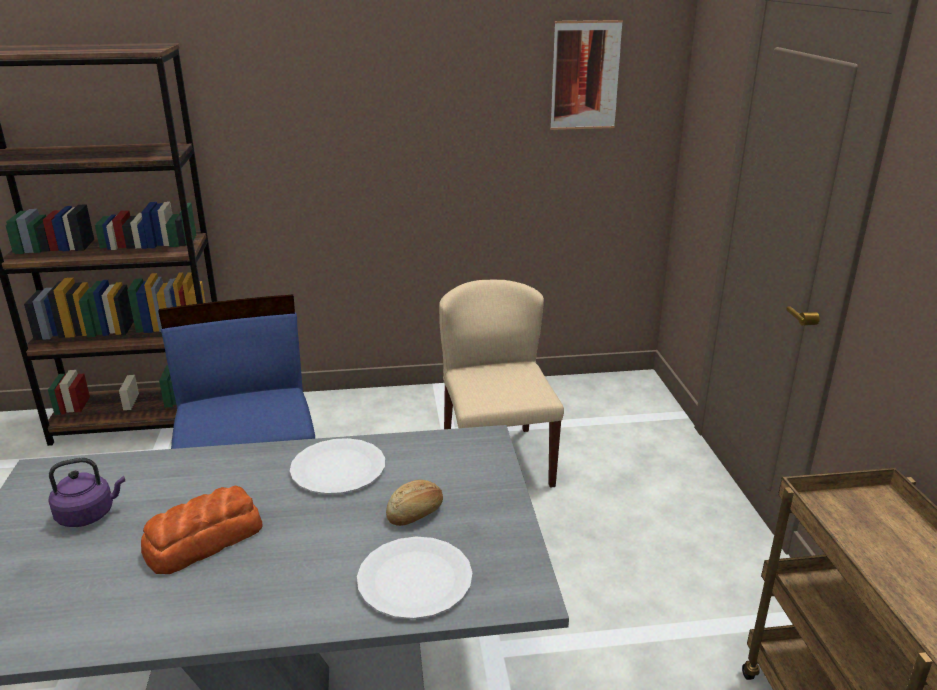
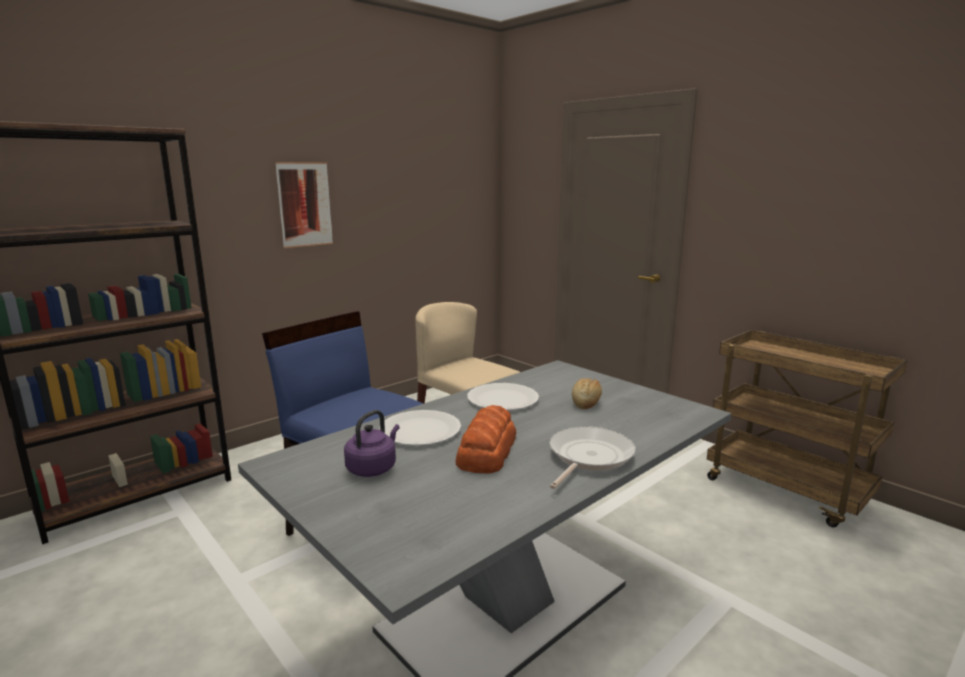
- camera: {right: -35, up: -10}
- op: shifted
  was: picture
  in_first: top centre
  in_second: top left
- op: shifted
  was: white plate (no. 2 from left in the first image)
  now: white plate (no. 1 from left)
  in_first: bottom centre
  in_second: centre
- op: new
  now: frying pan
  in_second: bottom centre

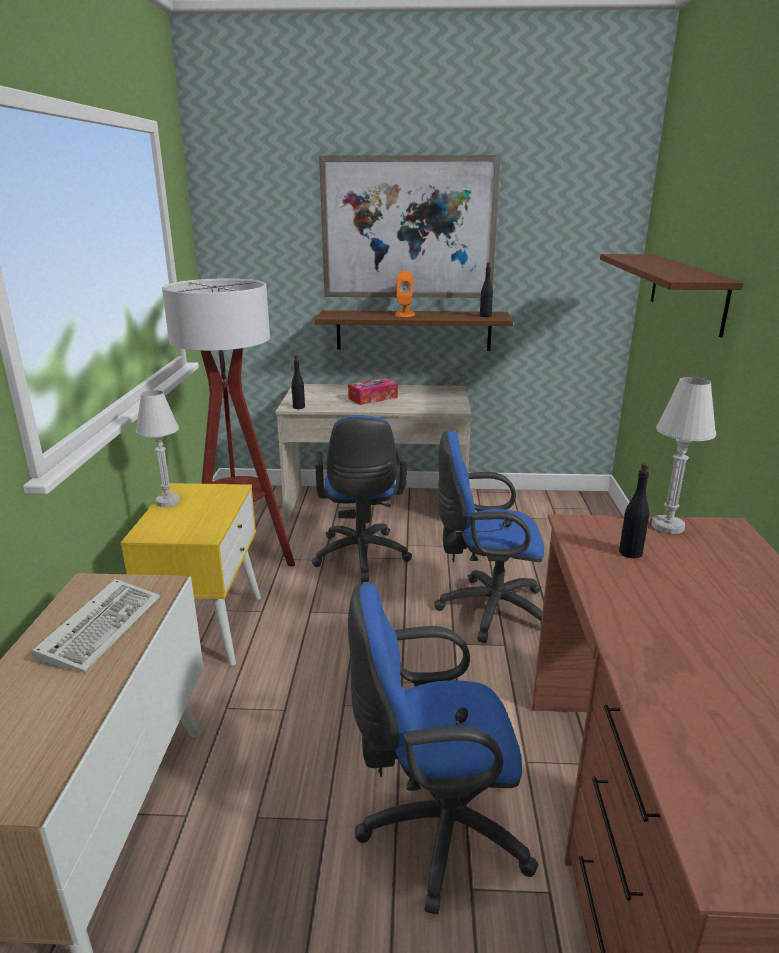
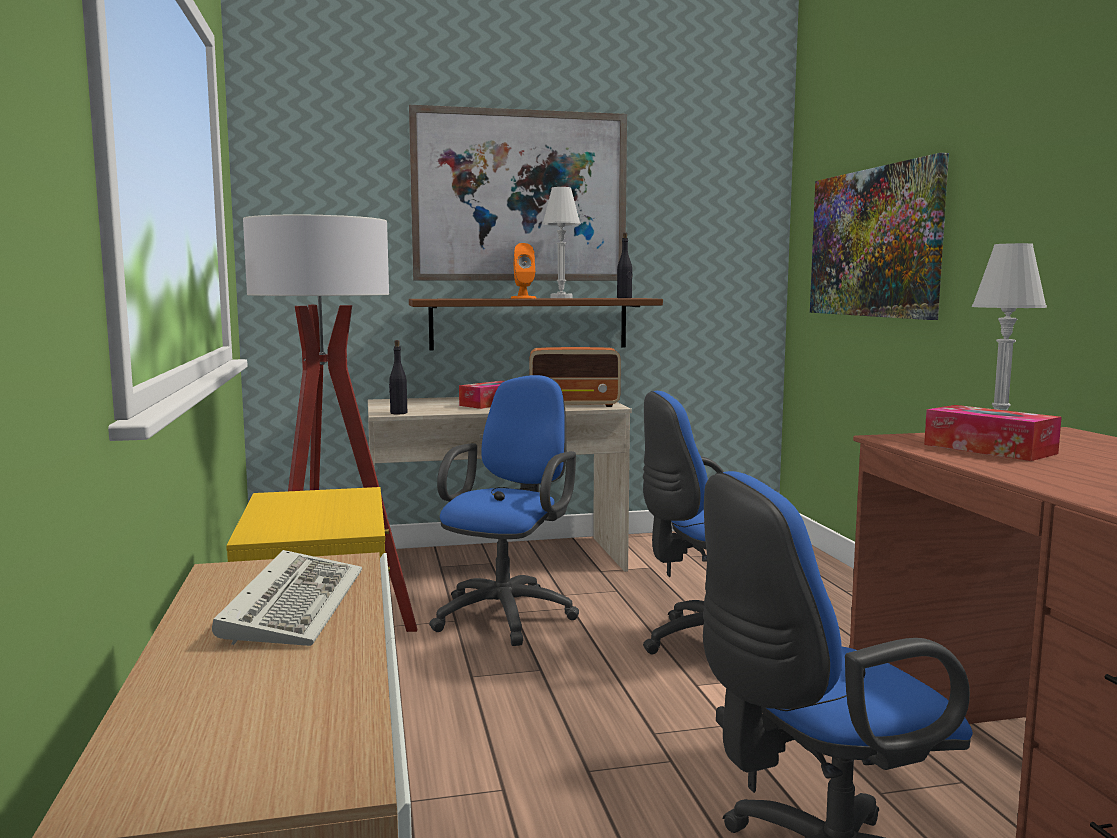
- camera: {right: -15, up: -15}
- op: rotated
  was: blue office chair (no. 1 from left)
  in_first: centre
  in_second: centre
  clockwise: -135
- op: new
  now: radio
  in_second: centre
- op: shifted
  was: white table lamp (no. 1 from left)
  in_first: middle left
  in_second: top centre
- op: swapped
  was: brown shelf (no. 2 from left)
  now: picture (no. 2 from left)
  in_first: top right
  in_second: top right
- op: swapped
  was: black bottle (no. 3 from left)
  now: tissue box (no. 2 from left)
  in_first: middle right
  in_second: middle right

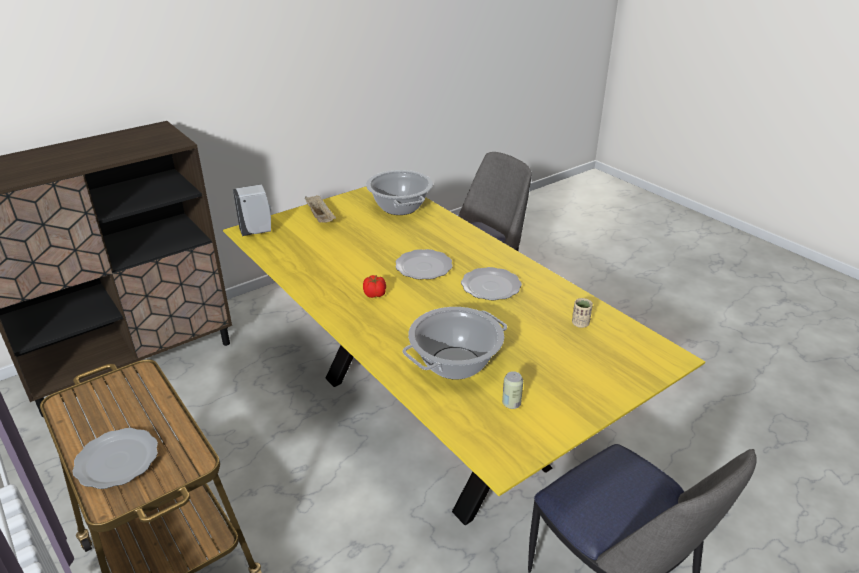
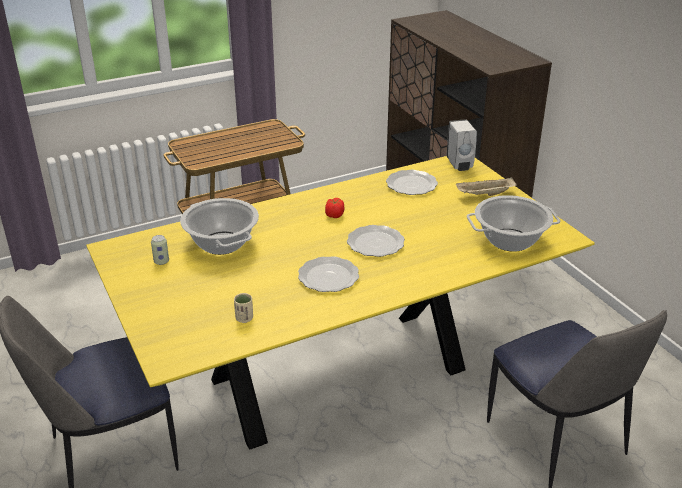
- camera: {right: 100, up: 0}
- op: shifted
  was: plate (no. 1 from left in the first image)
  now: plate (no. 3 from left)
  in_first: bottom left
  in_second: centre

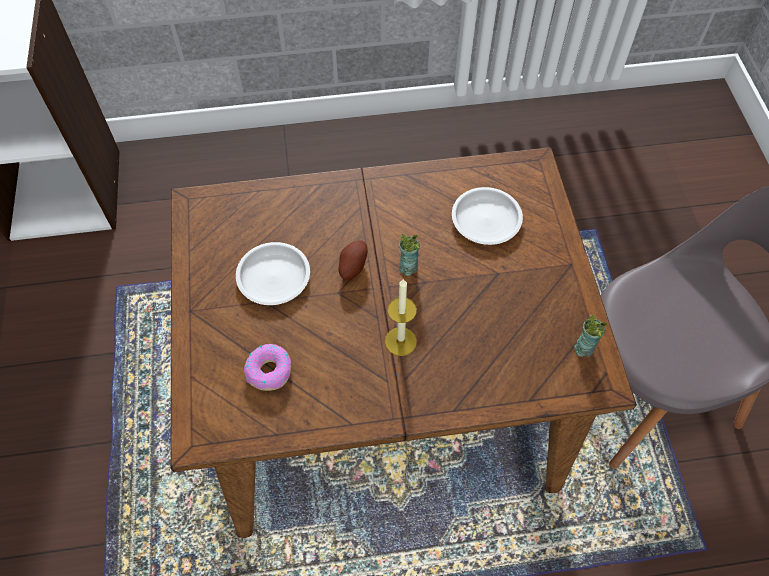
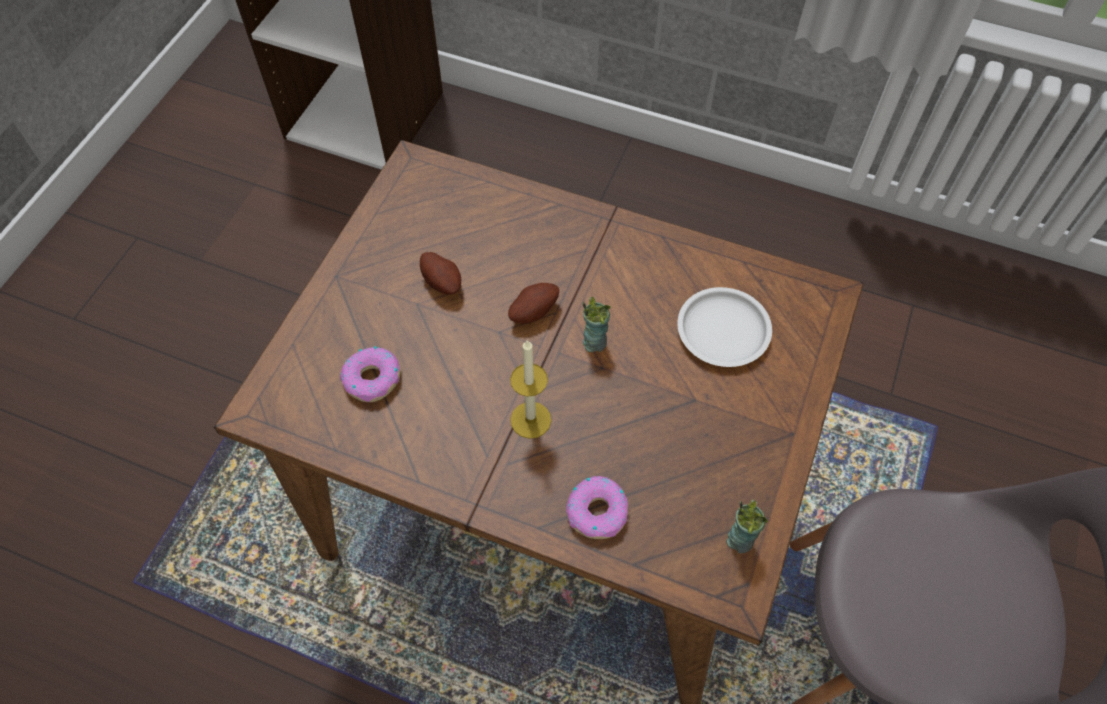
- camera: {right: 30, up: 0}
- op: swapped
  was: white plate (no. 1 from left)
  now: potato (no. 1 from left)
  in_first: centre
  in_second: centre
- op: new
  now: donut (no. 2 from left)
  in_second: bottom centre

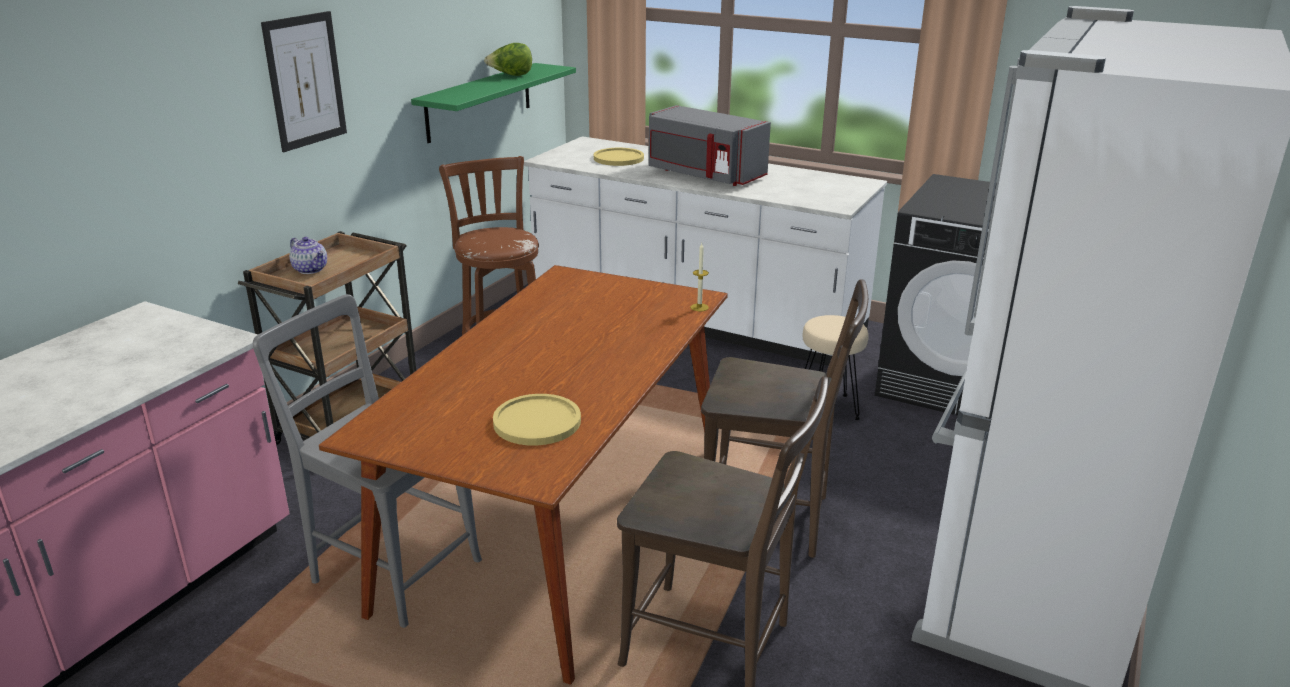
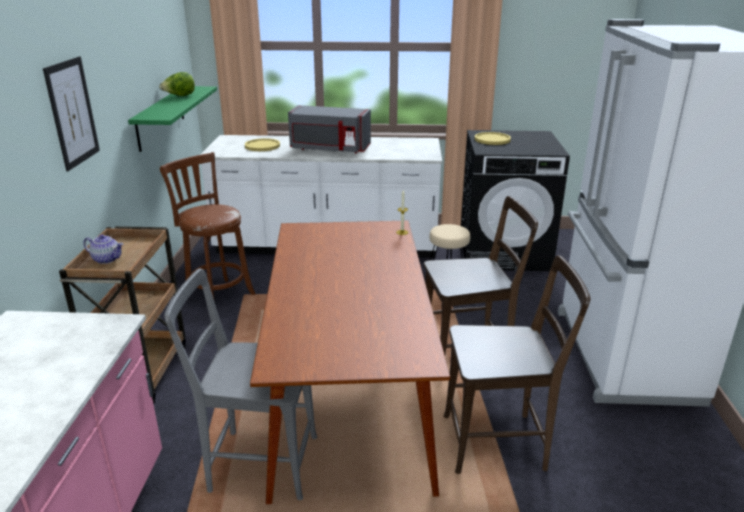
- camera: {right: -25, up: 0}
- op: shifted
  was: yellow plate (no. 1 from left in the first image)
  now: yellow plate (no. 2 from left)
  in_first: centre
  in_second: top centre

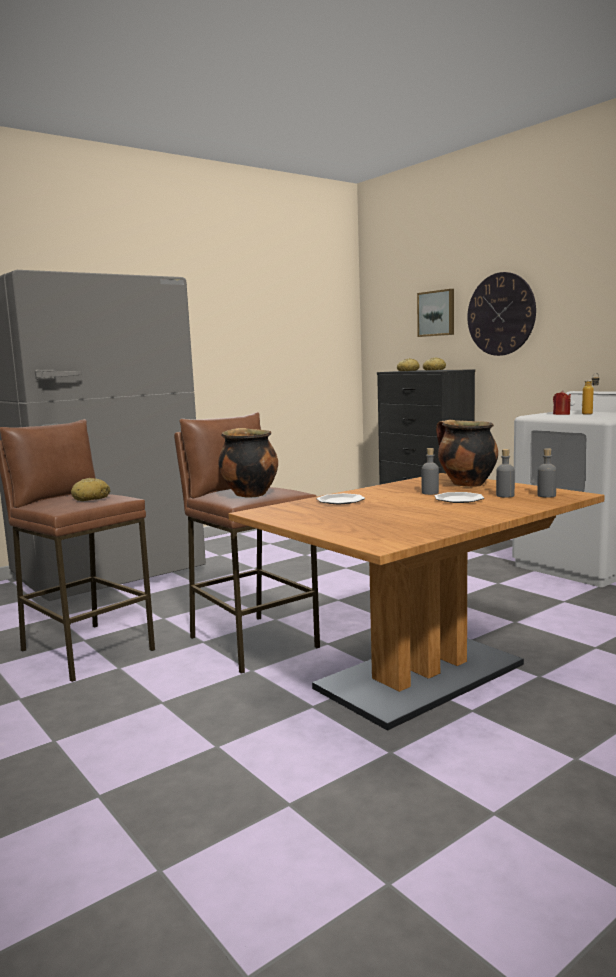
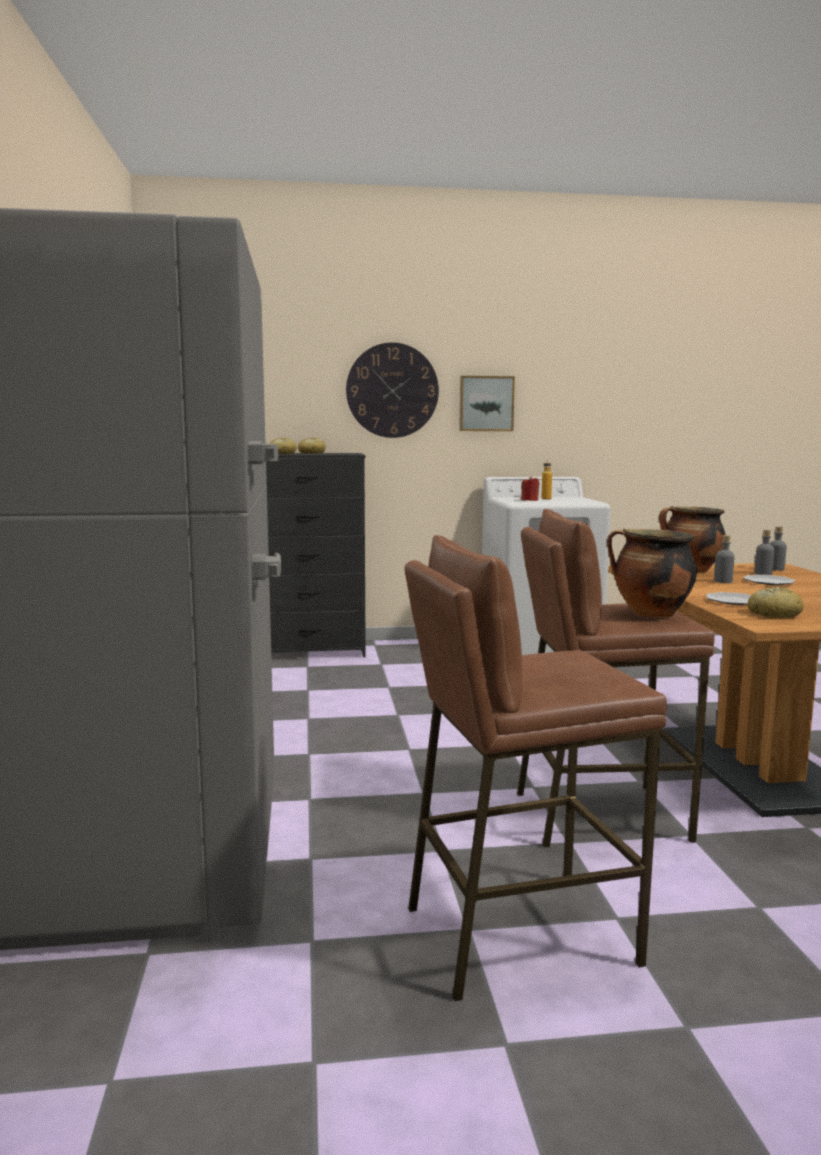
- camera: {right: -60, up: 0}
- op: shifted
  was: picture
  in_first: top right
  in_second: centre
- op: shifted
  was: bread (no. 1 from left in the first image)
  now: bread (no. 3 from left)
  in_first: middle left
  in_second: middle right

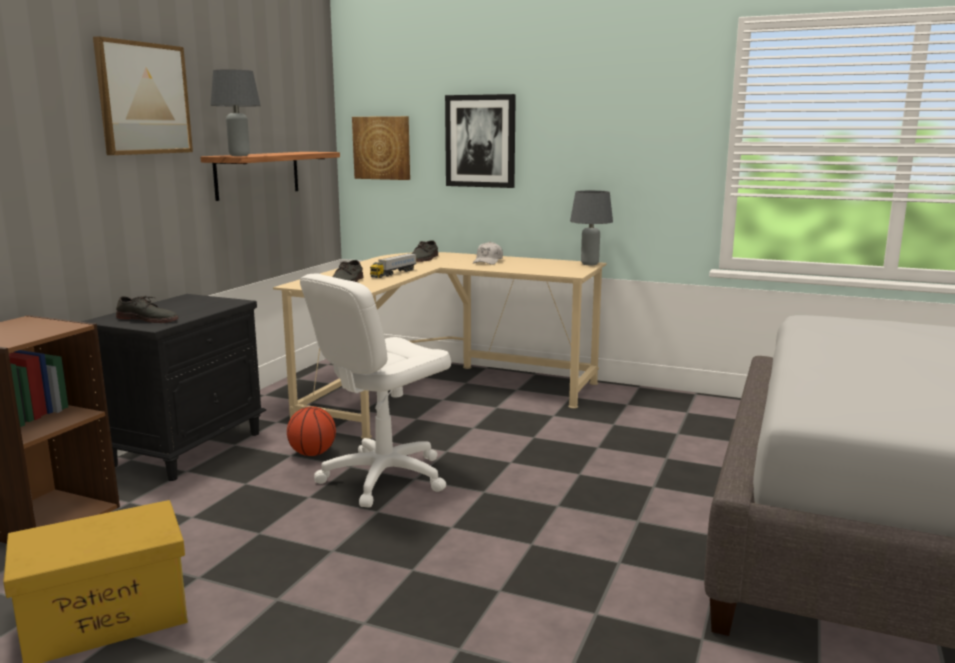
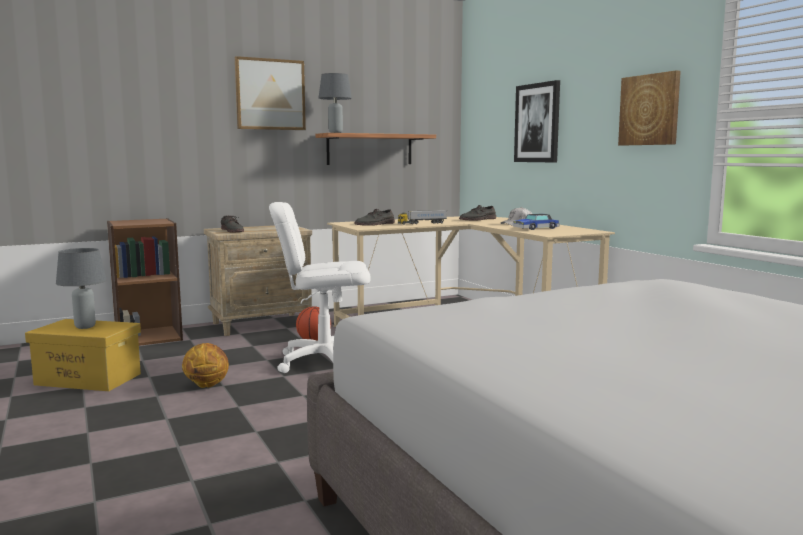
- camera: {right: 40, up: -5}
- op: shifted
  was: grey table lamp (no. 2 from left in the first image)
  now: grey table lamp (no. 1 from left)
  in_first: centre
  in_second: middle left
- op: new
  now: basketball (no. 1 from left)
  in_second: bottom left
- op: repainted
  was: black nightstand
  now: beige nightstand
  in_first: middle left
  in_second: middle left
- op: new
  now: toy car
  in_second: middle right
- op: shifted
  was: picture (no. 2 from left in the first image)
  now: picture (no. 3 from left)
  in_first: top centre
  in_second: top right

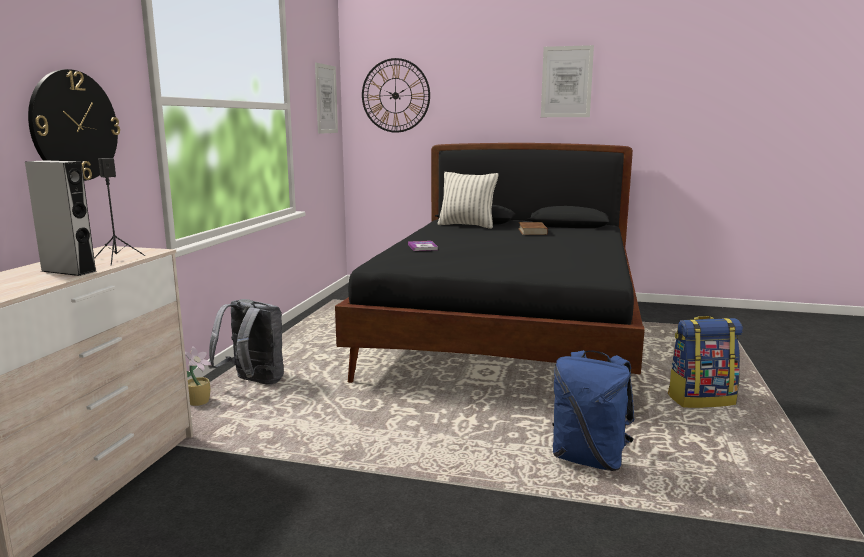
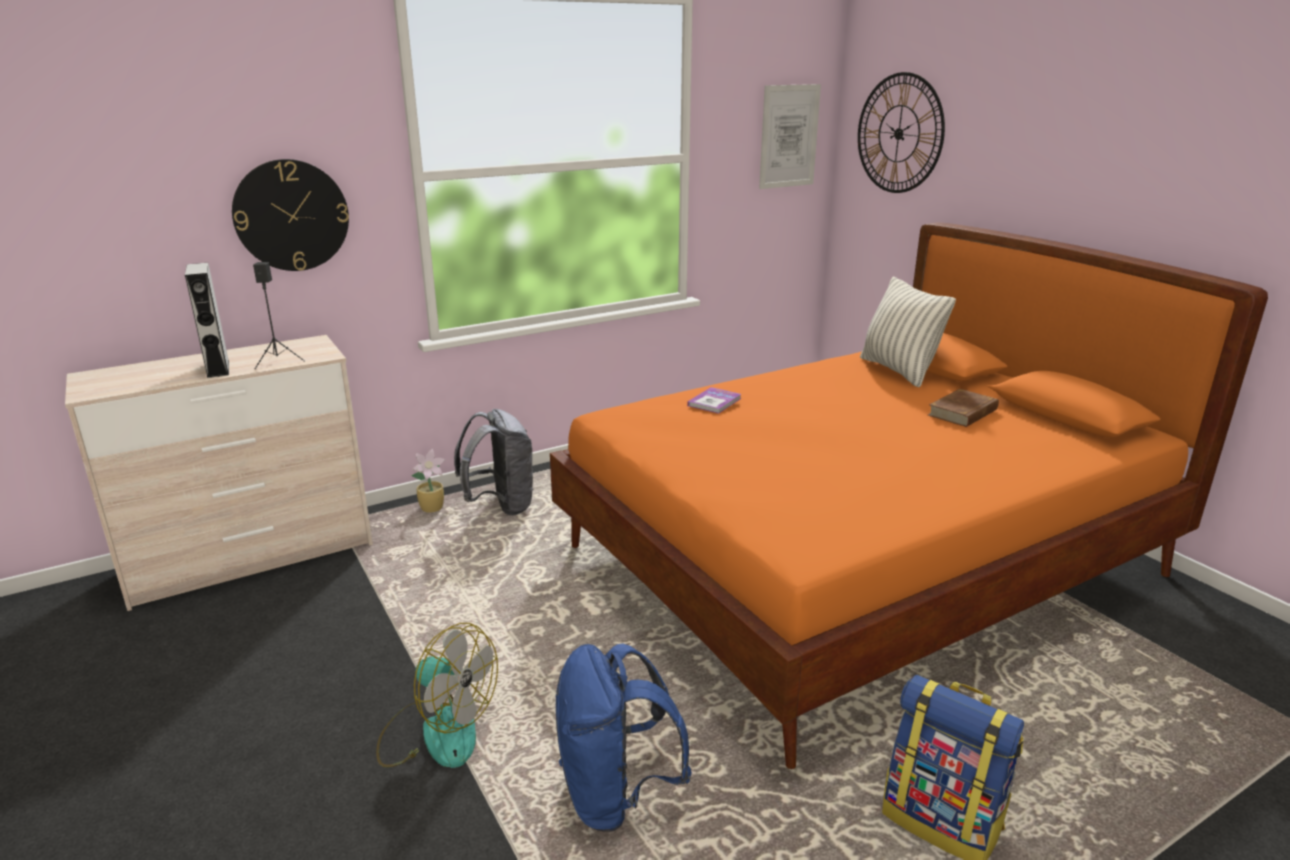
- camera: {right: 45, up: 10}
- op: new
  now: fan
  in_second: bottom centre
- op: repainted
  was: black bed
  now: orange bed
  in_first: centre
  in_second: middle right
- op: gone
  was: picture (no. 2 from left)
  in_first: top centre

